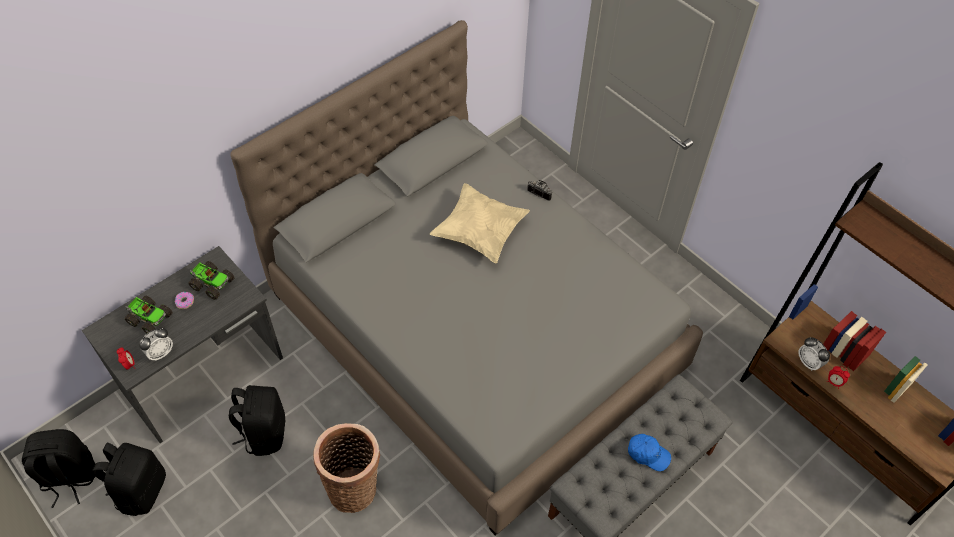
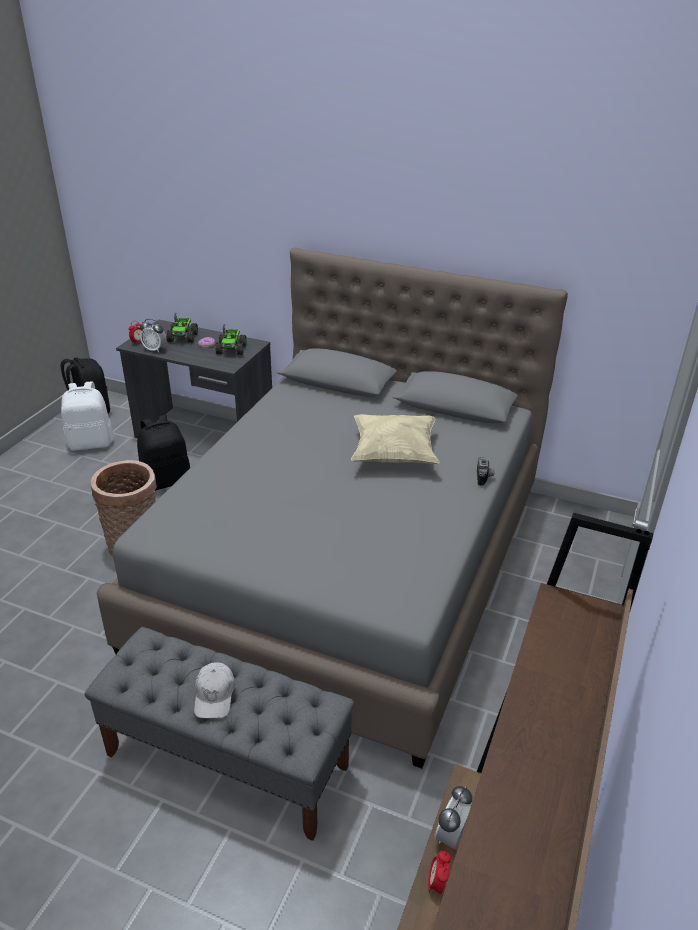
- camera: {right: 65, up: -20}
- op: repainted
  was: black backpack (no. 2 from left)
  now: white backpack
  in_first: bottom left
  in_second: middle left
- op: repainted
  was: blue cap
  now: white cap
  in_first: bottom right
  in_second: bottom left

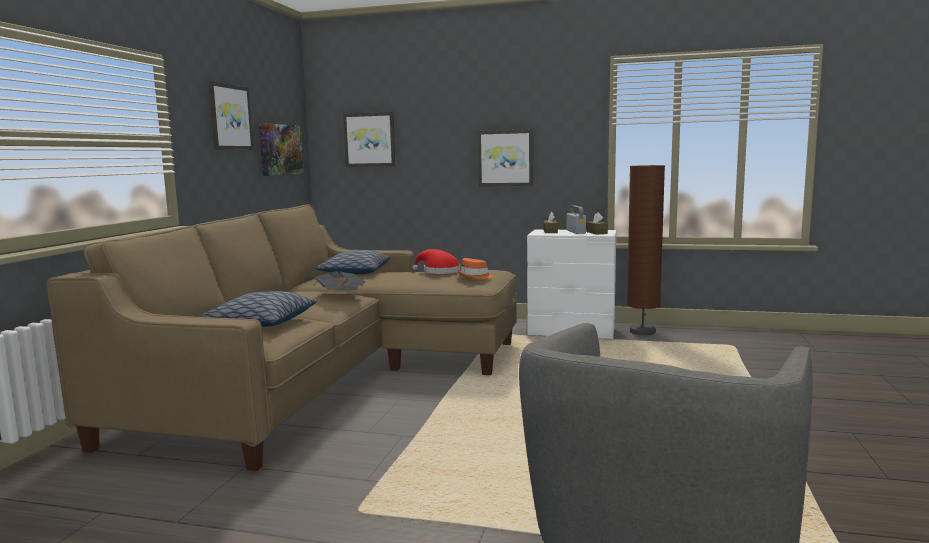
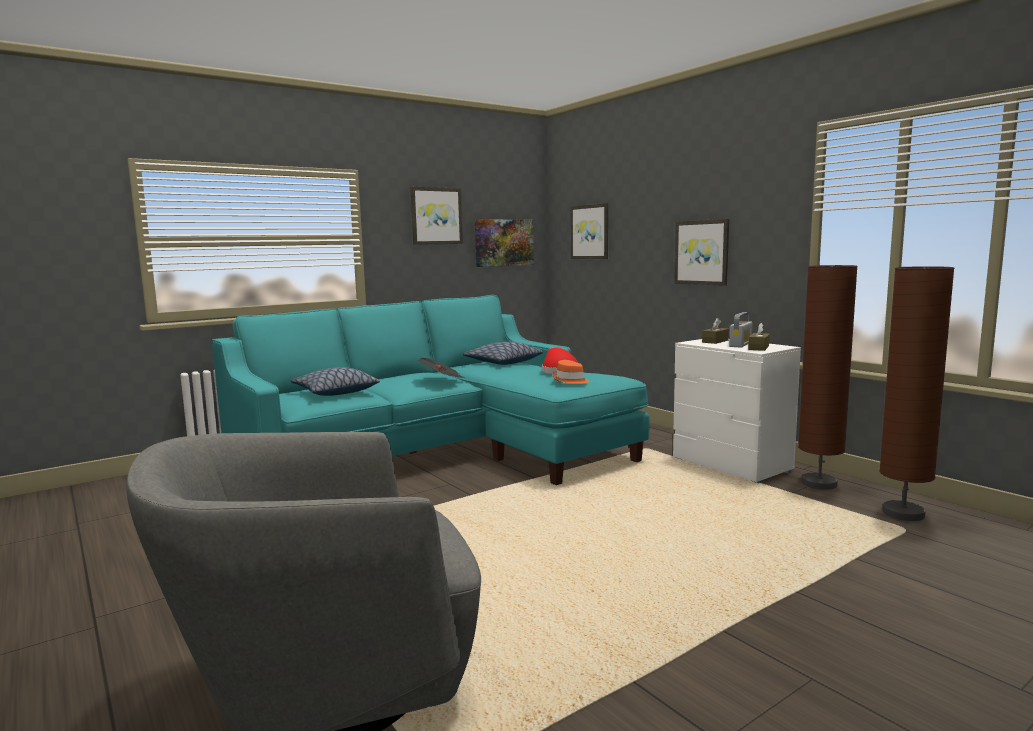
- camera: {right: 40, up: 0}
- op: repainted
  was: beige sofa
  now: turquoise sofa
  in_first: middle left
  in_second: centre
- op: new
  now: brown floor lamp (no. 2 from left)
  in_second: middle right

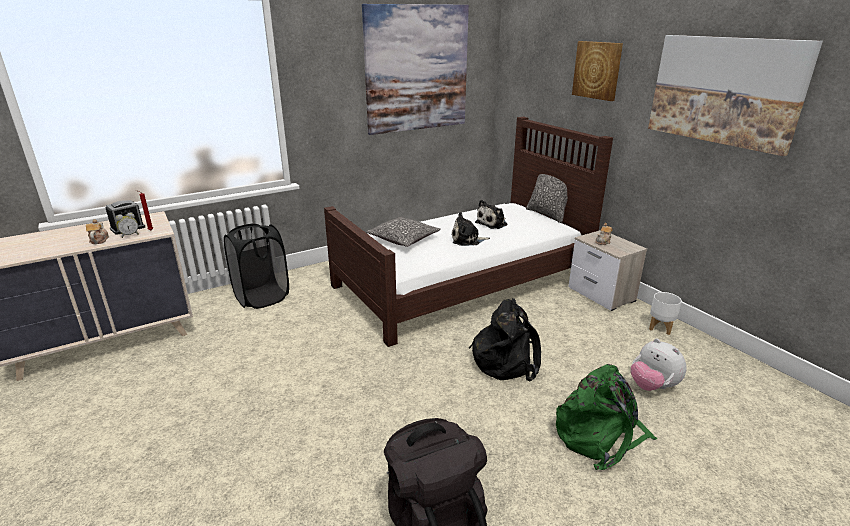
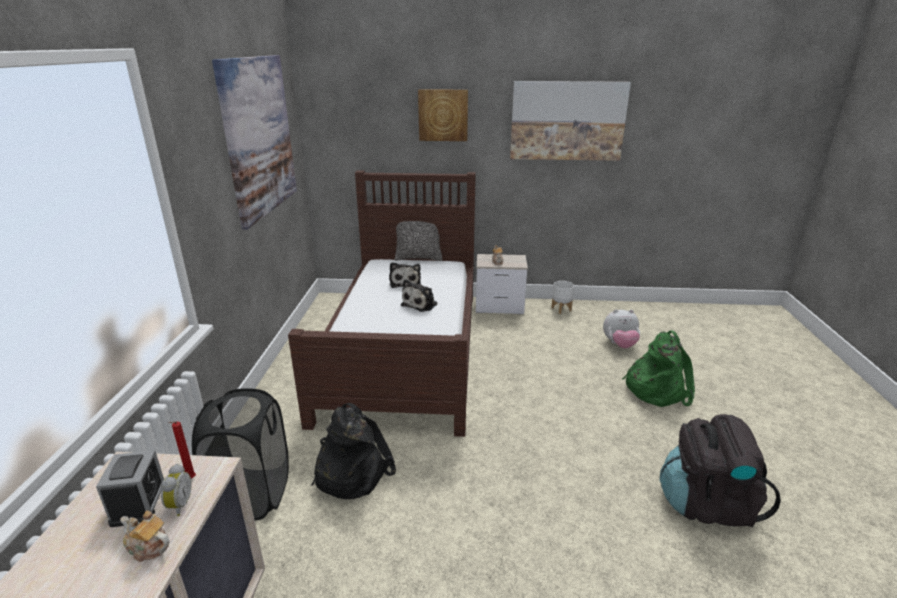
- camera: {right: -55, up: 0}
- op: shifted
  was: black backpack (no. 2 from left in the first image)
  now: black backpack (no. 1 from left)
  in_first: centre
  in_second: bottom centre
- op: gone
  was: pillow (no. 1 from left)
  in_first: centre

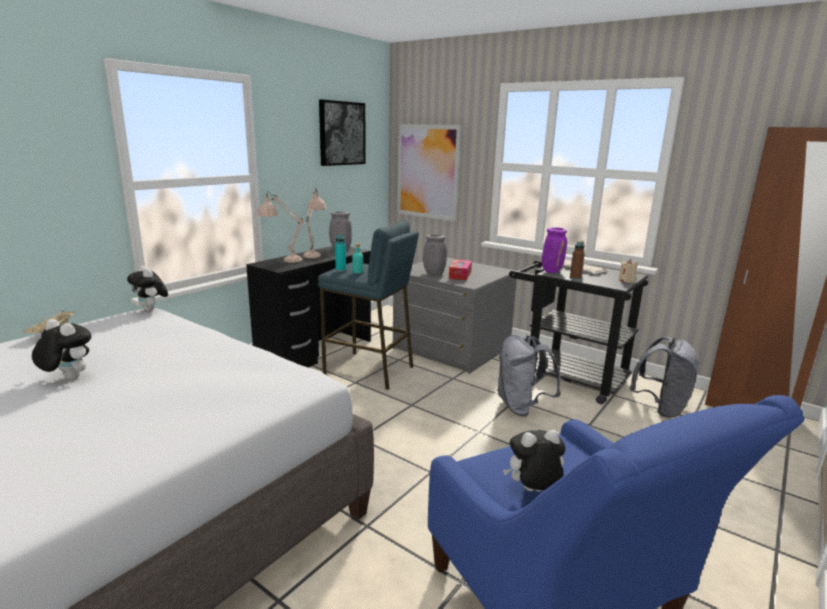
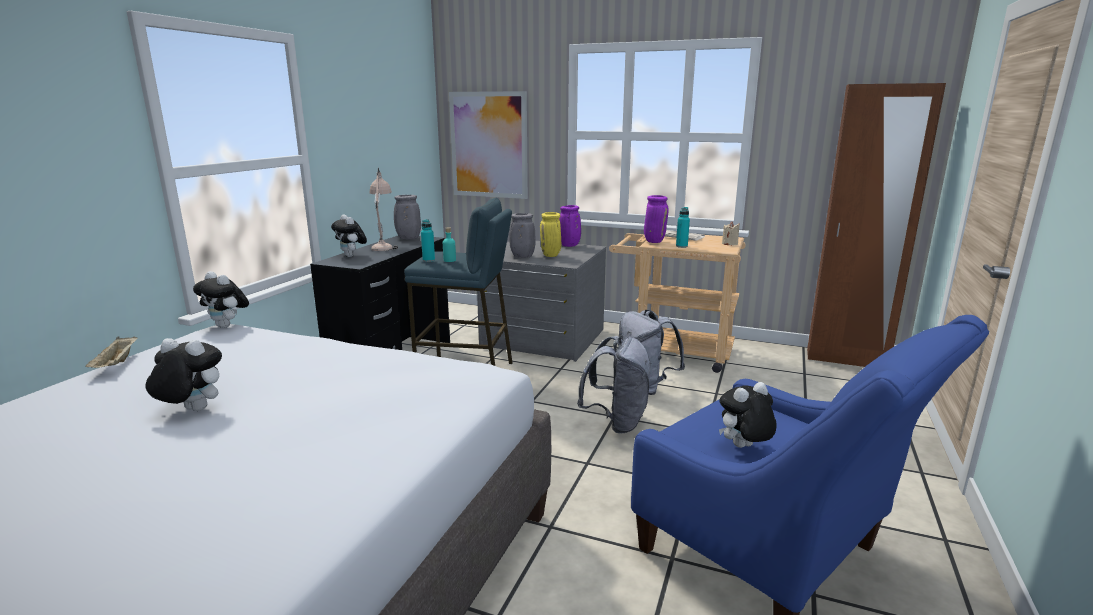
- camera: {right: -15, up: 0}
- op: swapped
  was: beige table lamp (no. 1 from left)
  now: plush toy (no. 3 from left)
  in_first: centre
  in_second: middle left
- op: swapped
  was: tissue box
  now: yellow vase
  in_first: centre
  in_second: centre
- op: new
  now: purple vase (no. 1 from left)
  in_second: centre
- op: shifted
  was: grey backpack (no. 2 from left in the first image)
  now: grey backpack (no. 1 from left)
  in_first: middle right
  in_second: centre
- op: repainted
  was: black cart
  now: beige cart
  in_first: middle right
  in_second: centre
- op: repainted
  was: brown bottle
  now: turquoise bottle (no. 3 from left)
  in_first: middle right
  in_second: centre
- op: gone
  was: picture (no. 1 from left)
  in_first: top centre

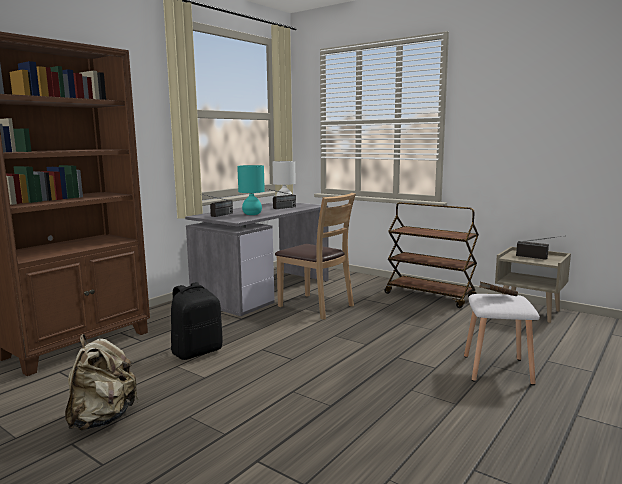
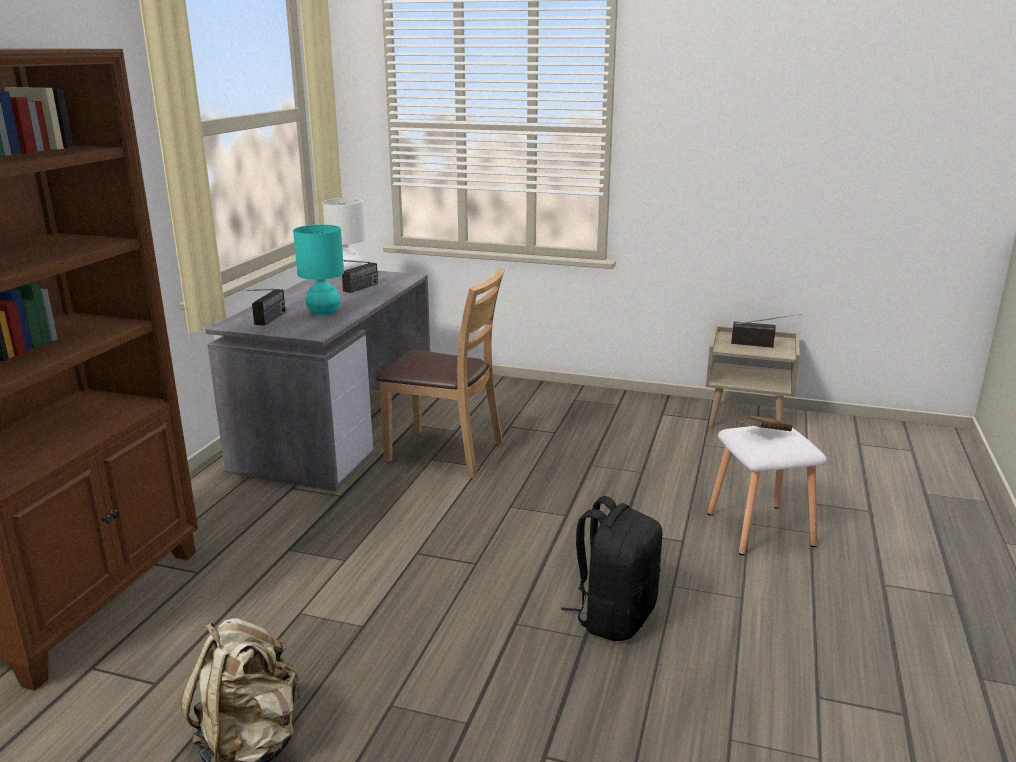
- camera: {right: -20, up: 10}
- op: shifted
  was: black backpack
  in_first: middle left
  in_second: bottom centre
- op: gone
  was: brown cart
  in_first: middle right

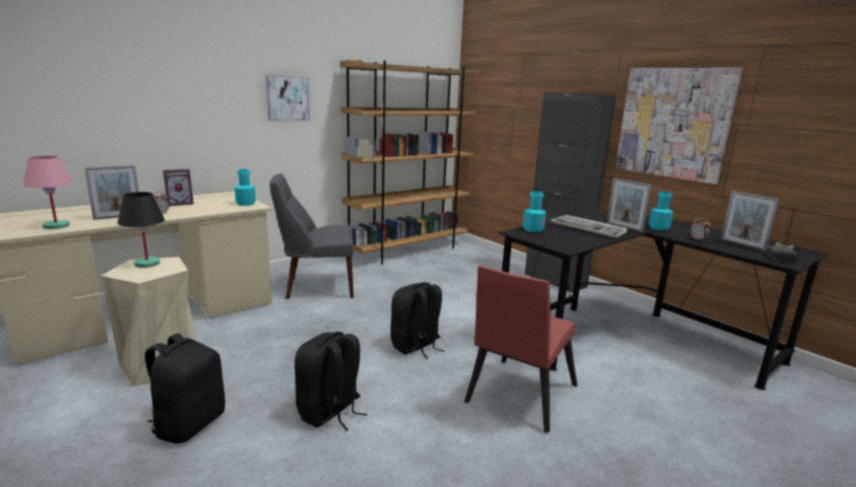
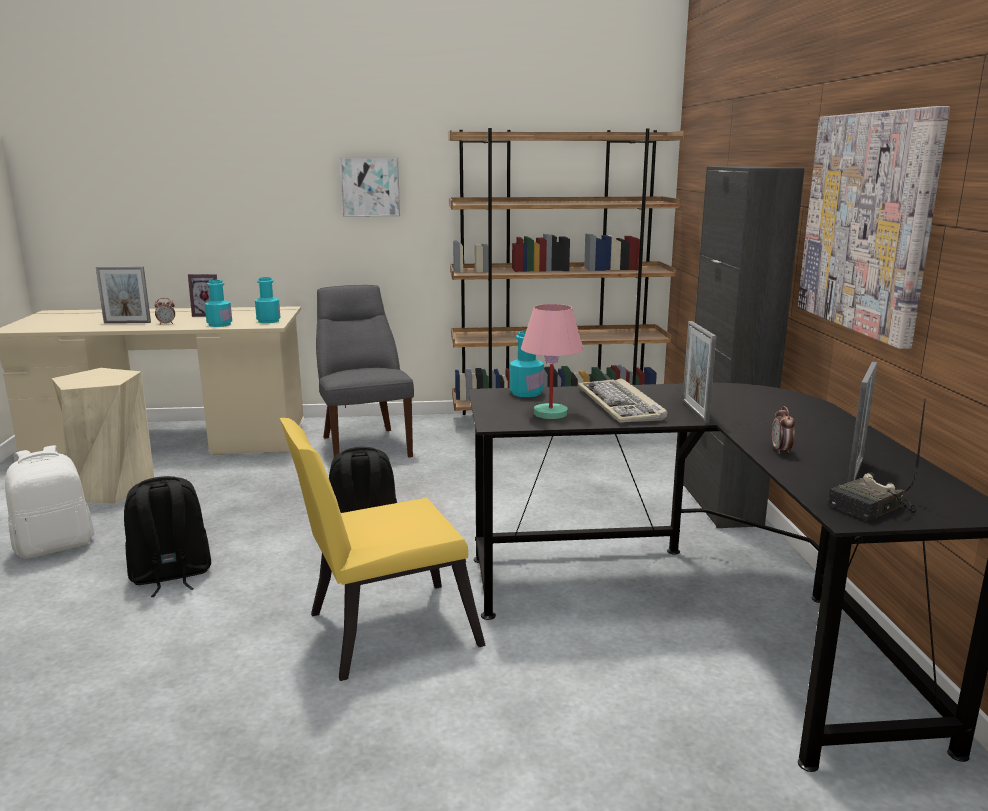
- camera: {right: 35, up: 0}
- op: repainted
  was: black backpack (no. 1 from left)
  now: white backpack
  in_first: bottom left
  in_second: middle left
- op: shifted
  was: turquoise bottle (no. 3 from left in the first image)
  now: turquoise bottle (no. 1 from left)
  in_first: middle right
  in_second: middle left
- op: repainted
  was: red chair
  now: yellow chair
  in_first: bottom centre
  in_second: bottom centre
- op: rotated
  was: grey chair
  in_first: centre
  in_second: centre
  clockwise: 45
- op: shifted
  was: pink table lamp
  in_first: middle left
  in_second: centre
- op: rotated
  was: picture frame (no. 4 from left)
  in_first: middle right
  in_second: middle right
  clockwise: -150
- op: gone
  was: black table lamp
  in_first: middle left

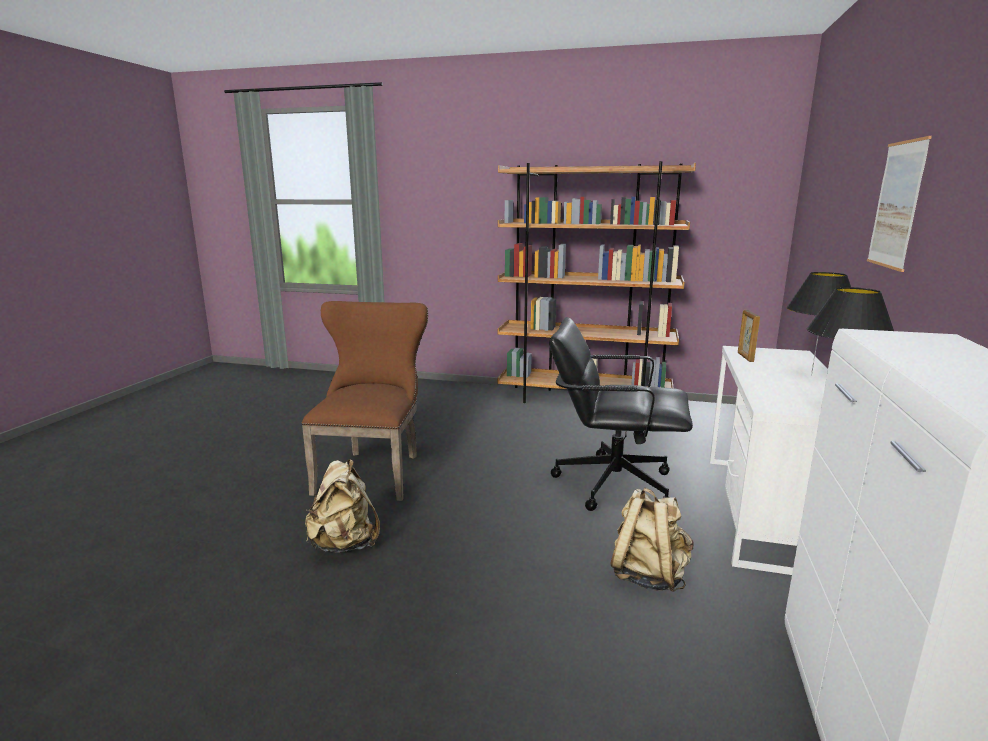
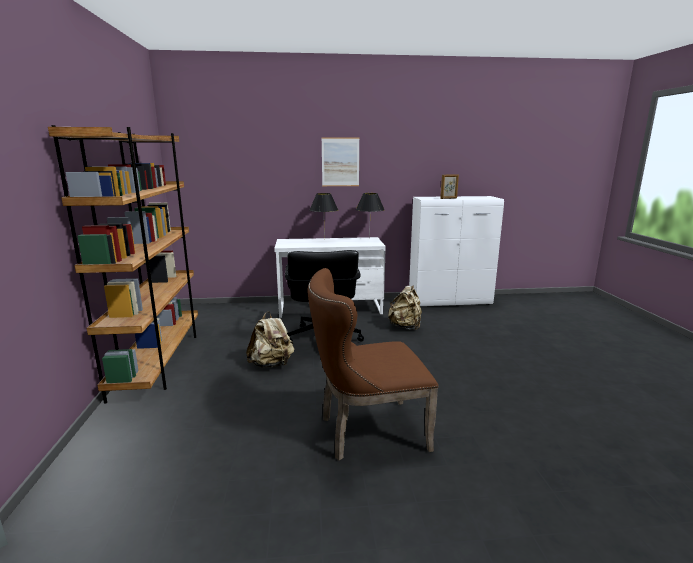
- camera: {right: -110, up: 0}
- op: shifted
  was: beige backpack (no. 1 from left)
  in_first: bottom centre
  in_second: centre
- op: shifted
  was: picture frame
  in_first: middle right
  in_second: top centre

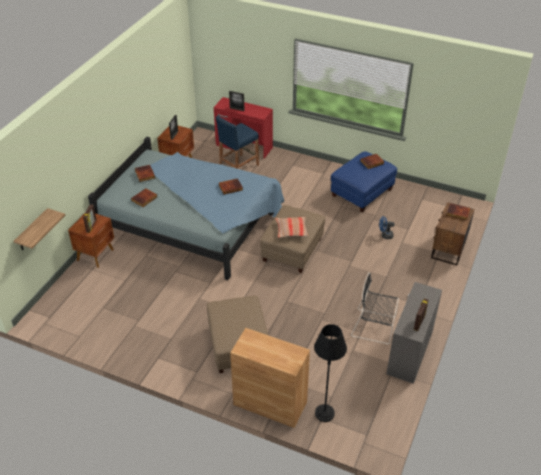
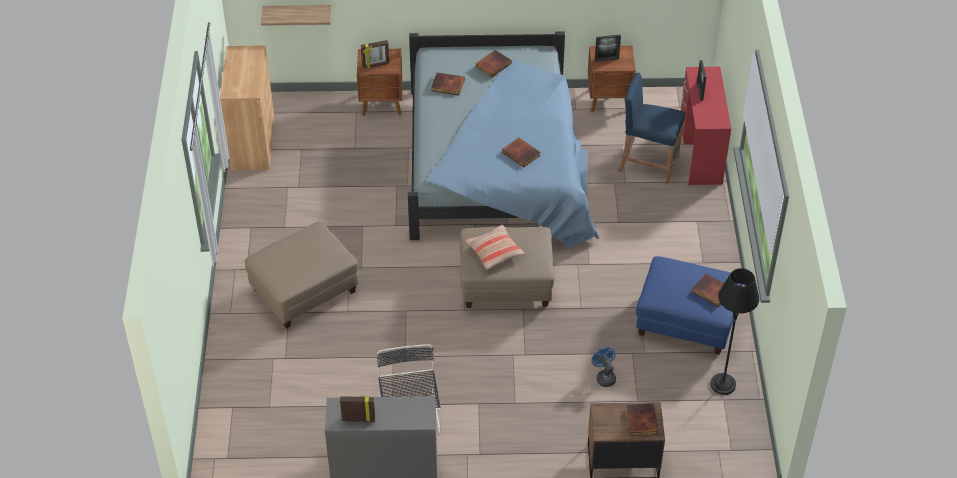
- camera: {right: 65, up: 5}
- op: shifted
  was: brown cabinet
  in_first: bottom centre
  in_second: top left
- op: shifted
  was: black floor lamp
  in_first: bottom centre
  in_second: bottom right

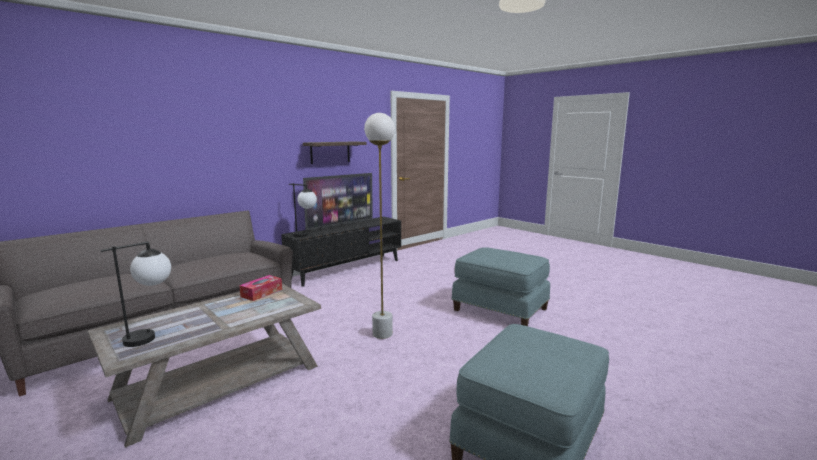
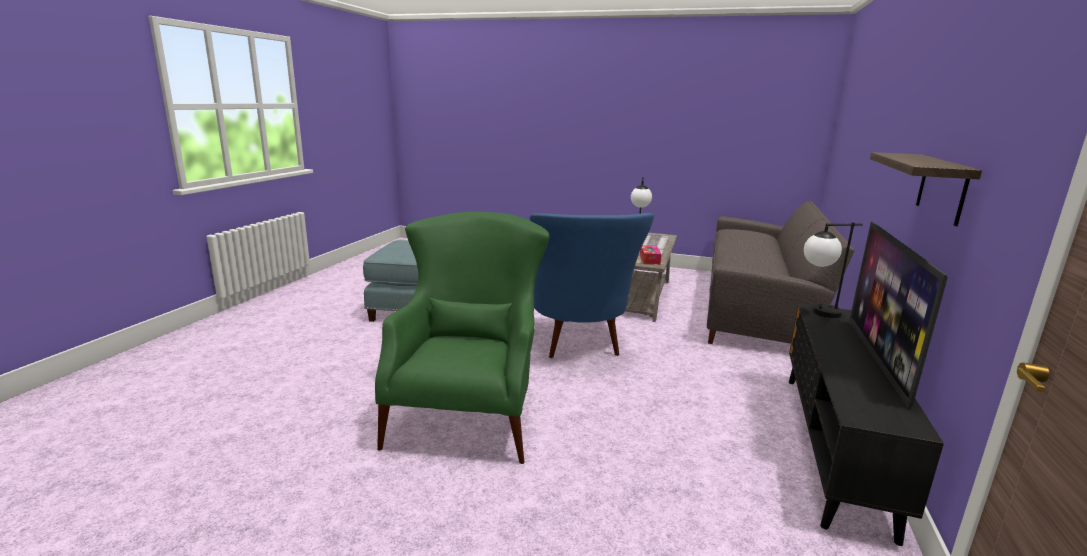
- camera: {right: 150, up: 5}
- op: swapped
  was: blue ottoman (no. 1 from left)
  now: green armchair
  in_first: centre
  in_second: centre
- op: swapped
  was: white floor lamp
  now: blue armchair
  in_first: centre
  in_second: centre

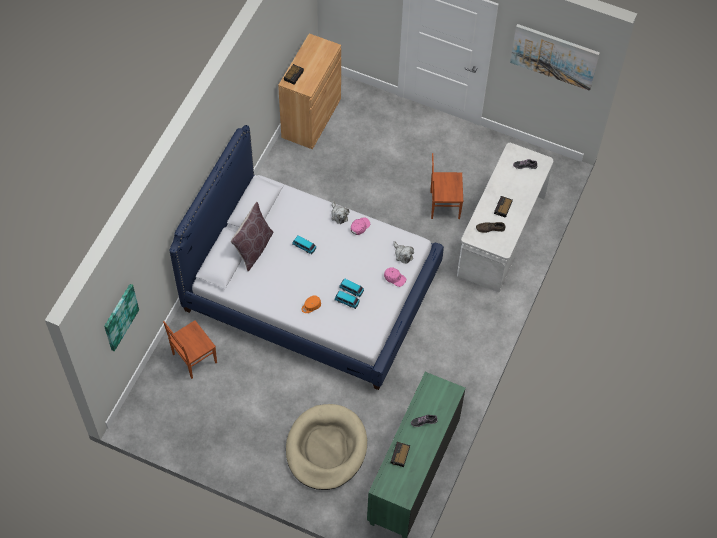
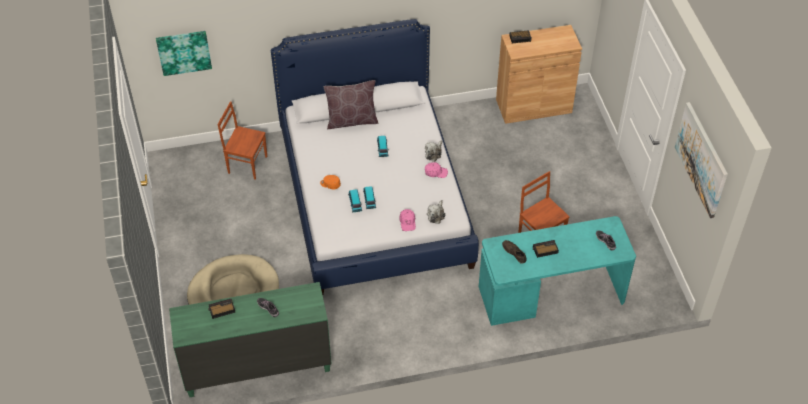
- camera: {right: 55, up: -10}
- op: repainted
  was: white desk
  now: turquoise desk
  in_first: middle right
  in_second: bottom right

